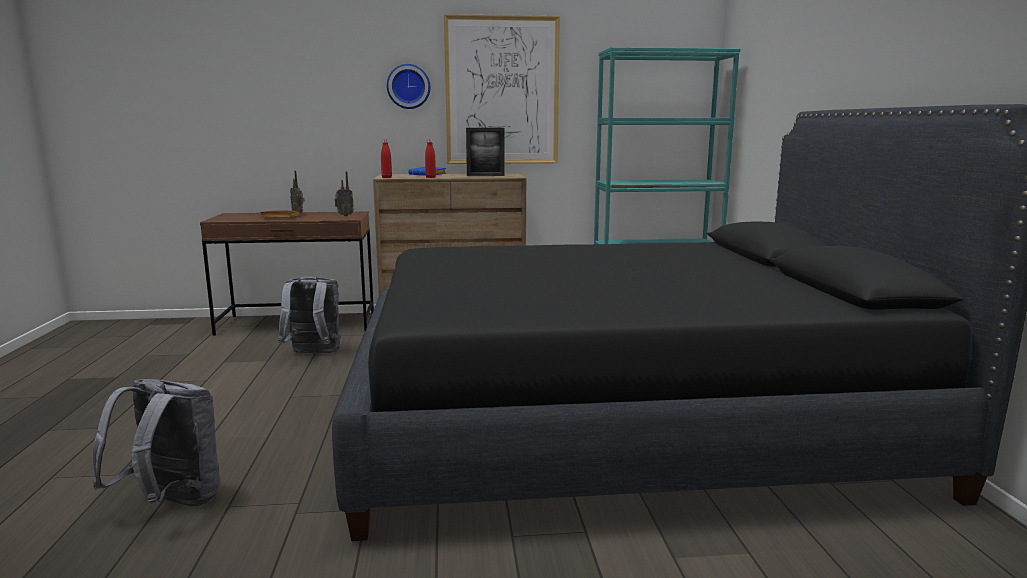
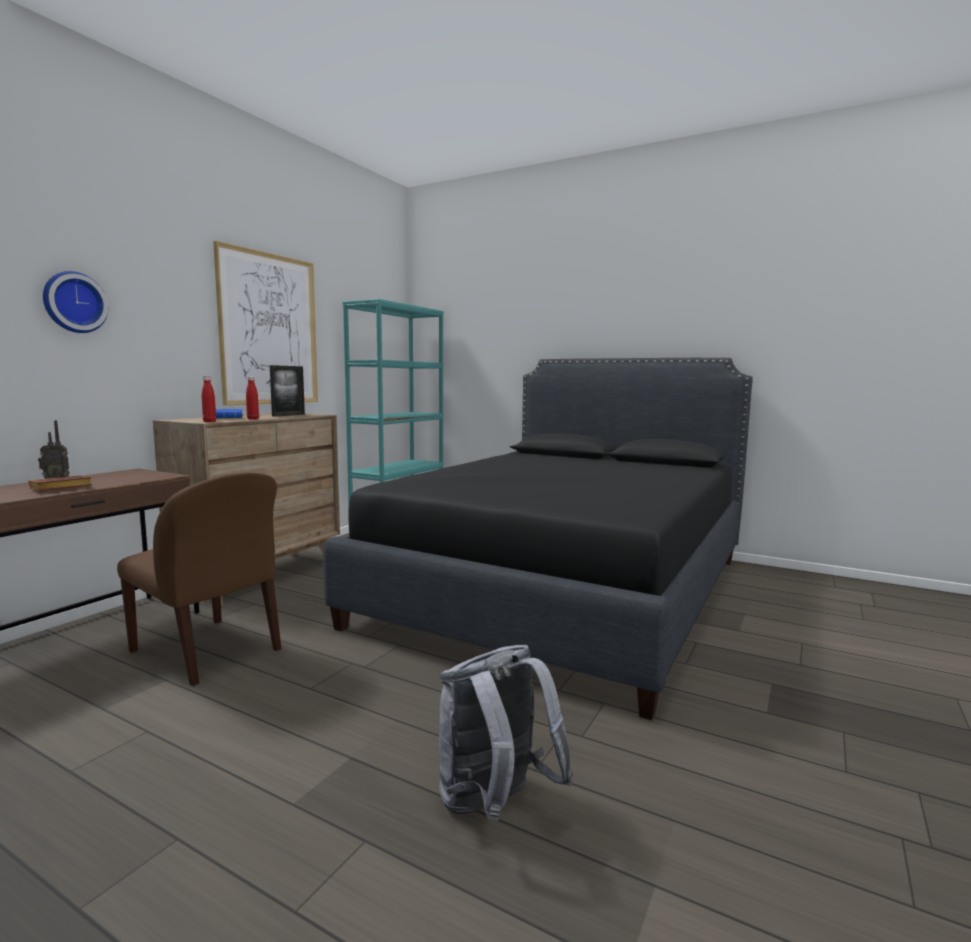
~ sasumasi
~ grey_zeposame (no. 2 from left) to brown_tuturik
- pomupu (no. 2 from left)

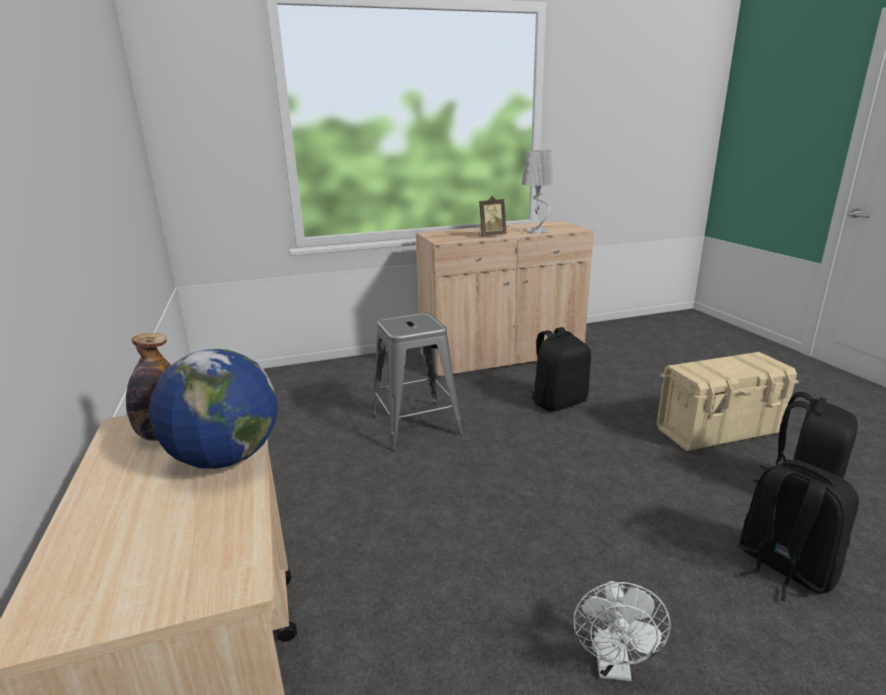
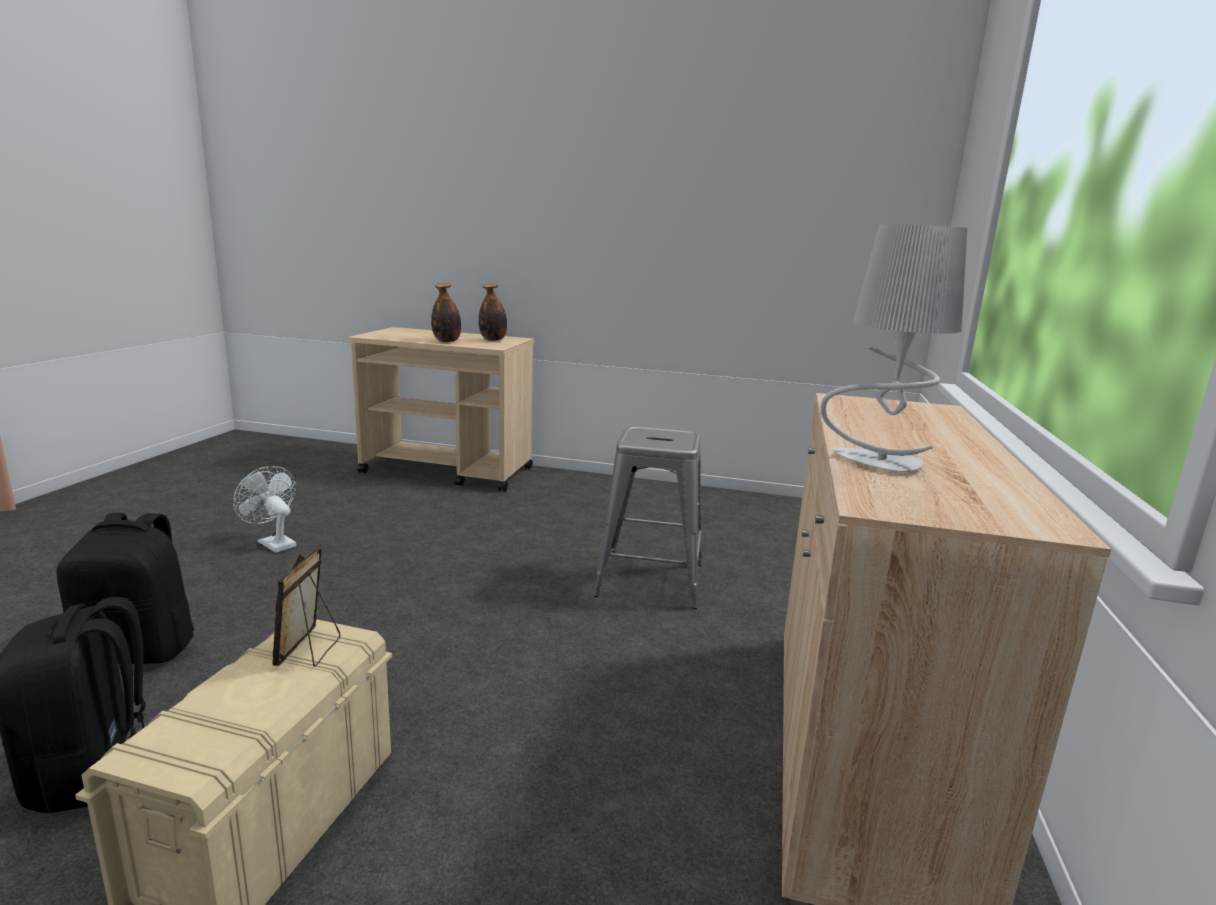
~ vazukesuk
~ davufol to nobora (no. 1 from left)
- black_zeposame (no. 1 from left)

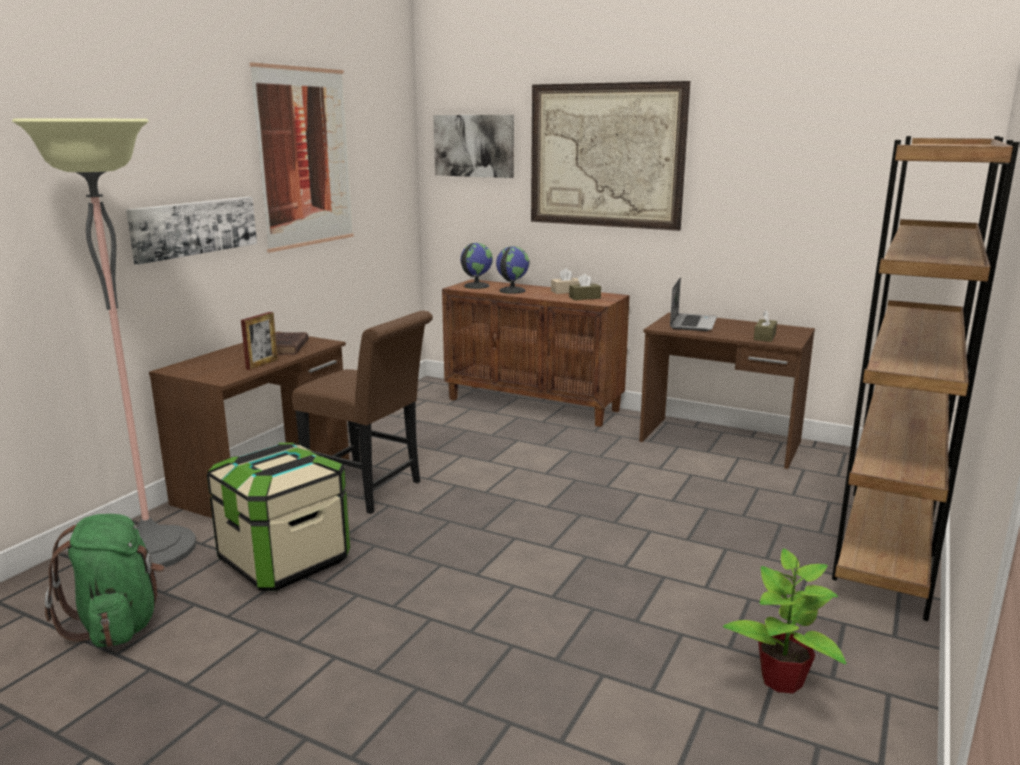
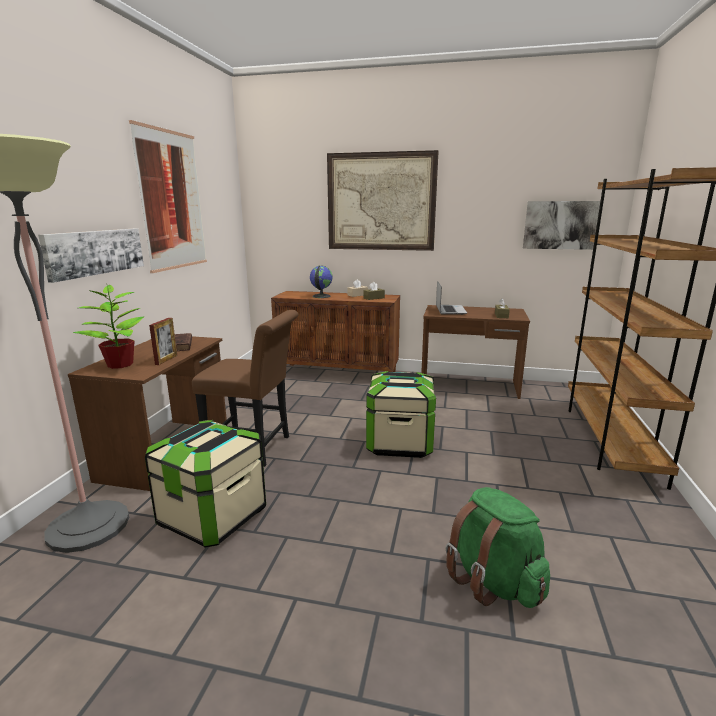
~ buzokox
+ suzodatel (no. 2 from left)
~ green_zeposame
~ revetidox (no. 3 from left in the first image) to revetidox (no. 4 from left)
- davufol (no. 1 from left)

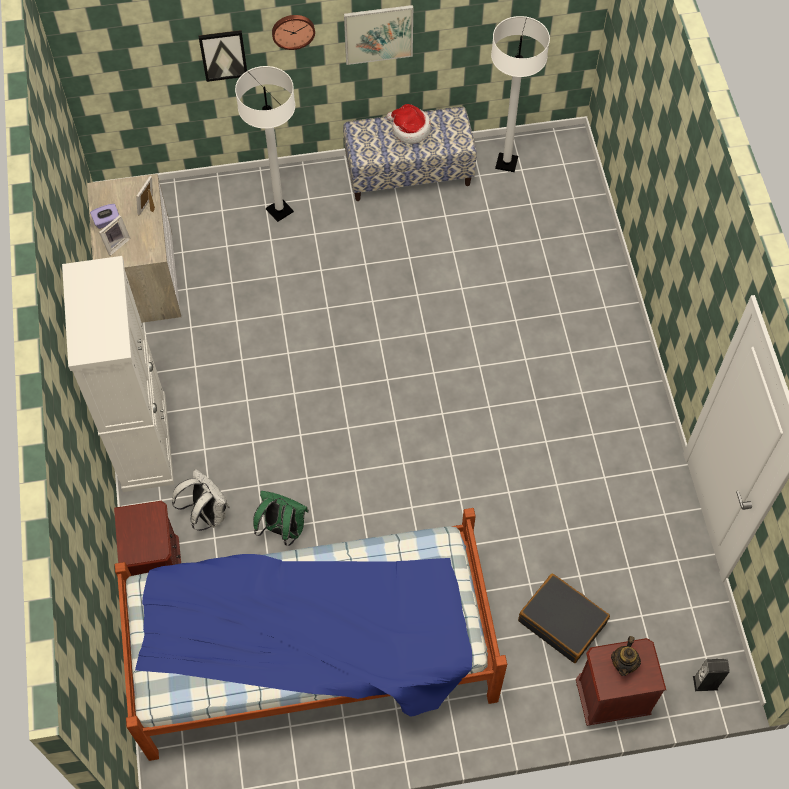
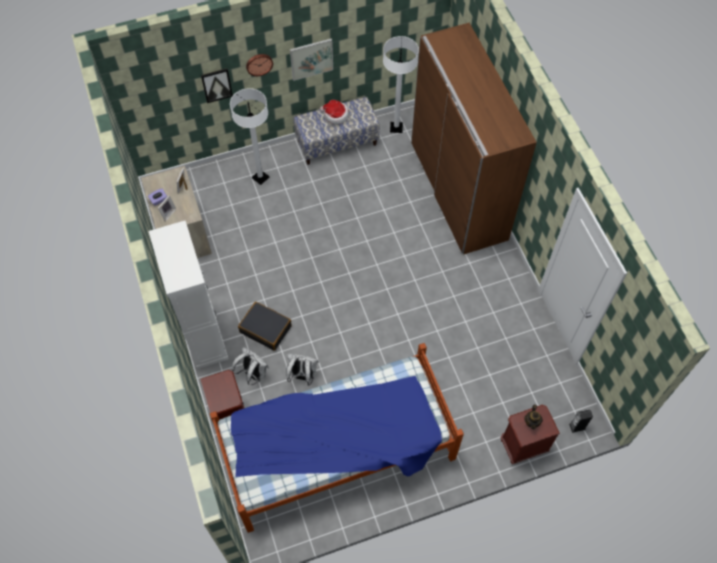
~ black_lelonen
~ green_zeposame to white_zeposame (no. 2 from left)
+ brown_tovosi

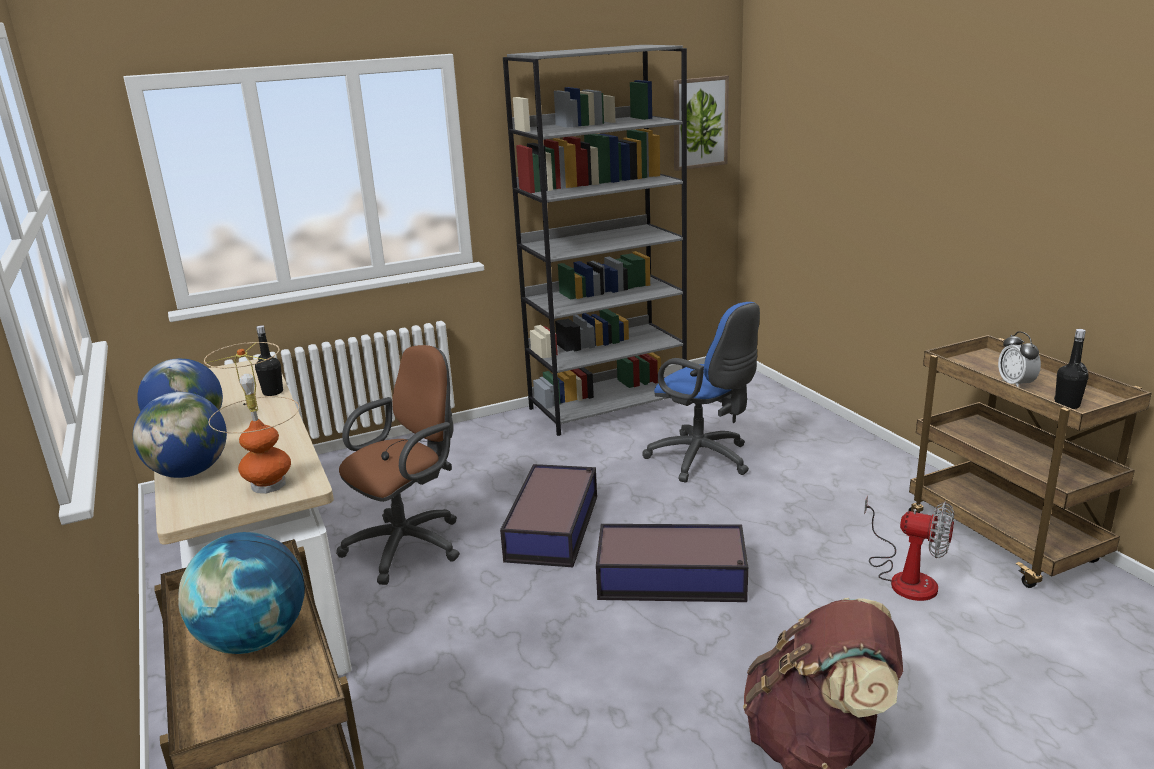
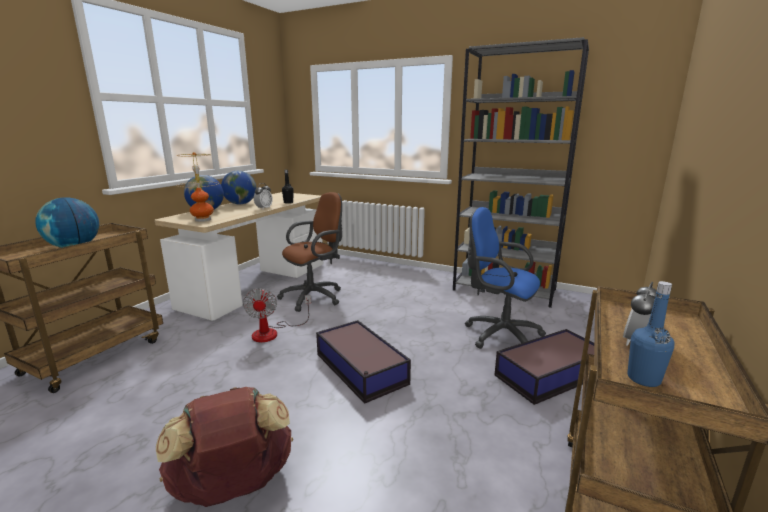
~ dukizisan
+ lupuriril (no. 1 from left)
~ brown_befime 45 degrees counterclockwise
~ blue_befime 120 degrees clockwise
~ suzodatel (no. 1 from left in the first image) to suzodatel (no. 2 from left)
~ black_nobora (no. 2 from left) to blue_nobora
- revetidox

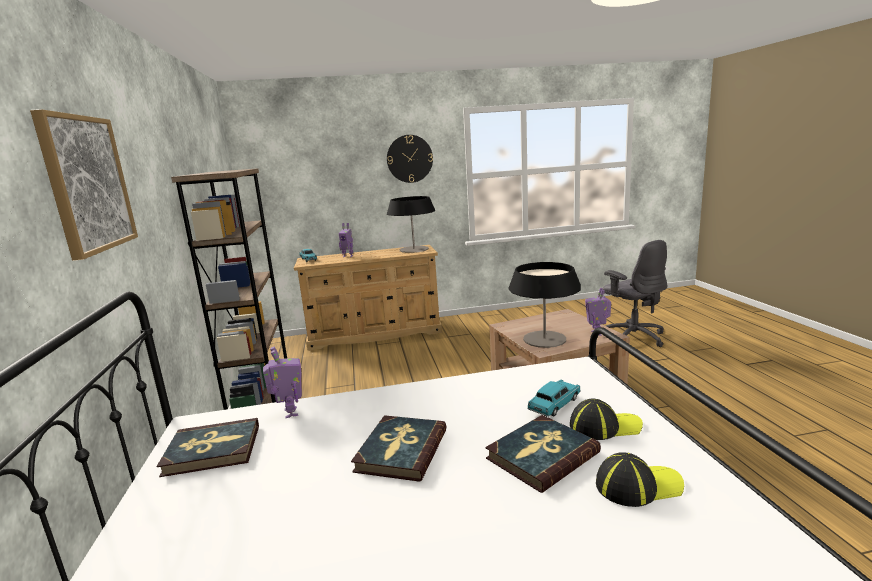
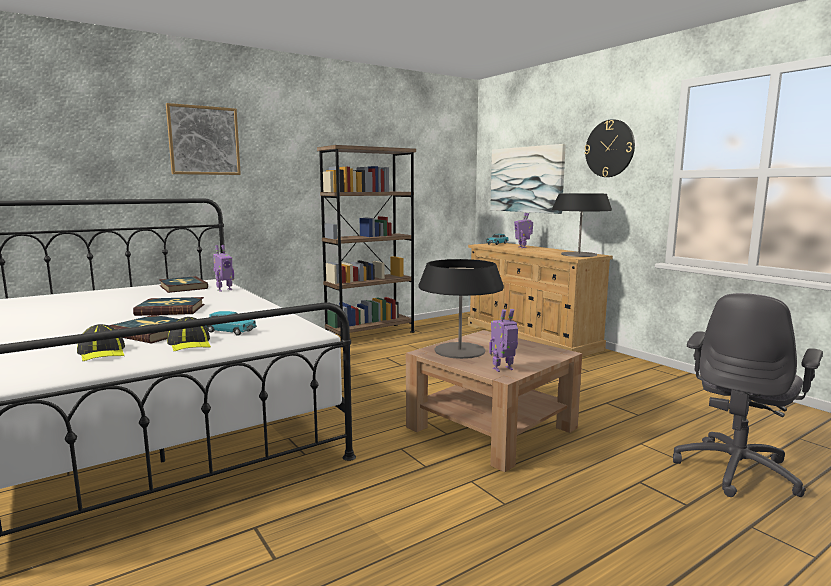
+ revetidox (no. 2 from left)

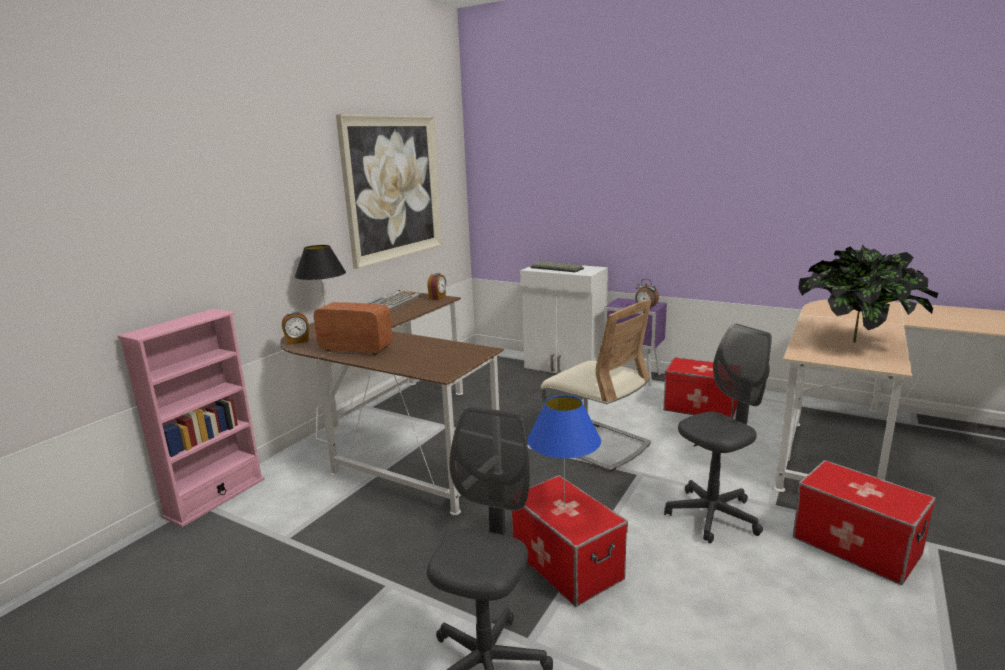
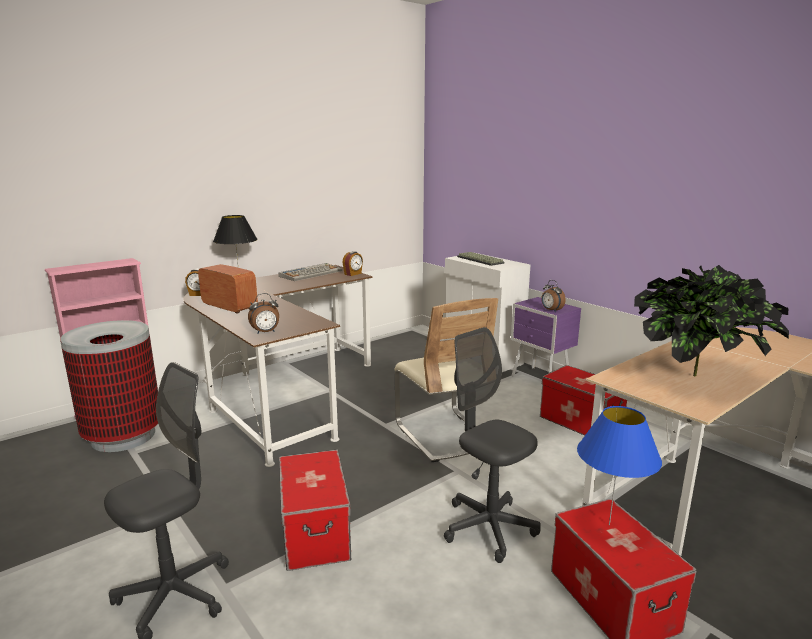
+ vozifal
+ lupuriril (no. 2 from left)
~ grey_befime (no. 2 from left) 120 degrees counterclockwise
~ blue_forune
- revetidox

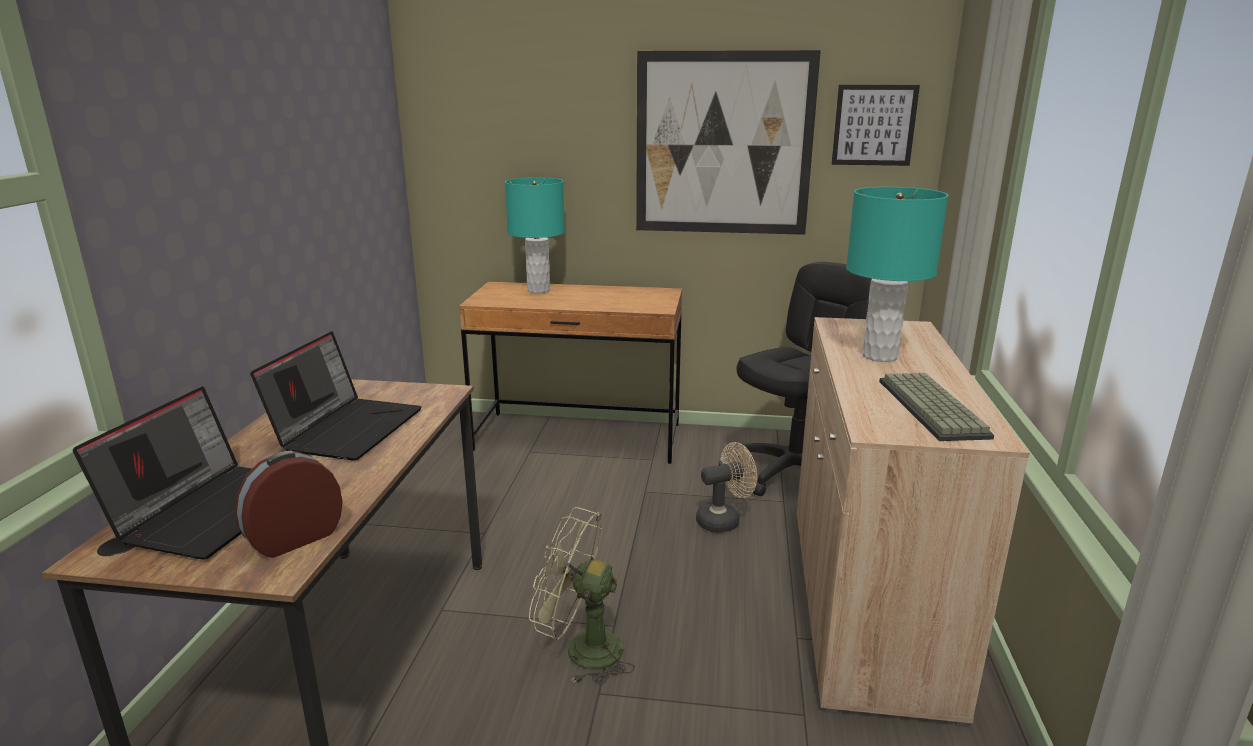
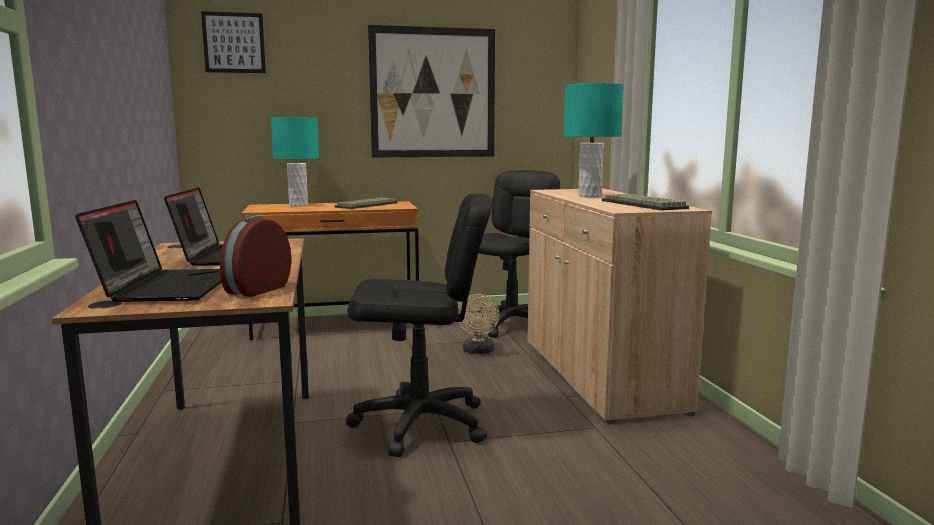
~ revetidox (no. 2 from left in the first image) to revetidox (no. 1 from left)
+ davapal (no. 1 from left)
~ green_dukizisan to black_befime (no. 1 from left)
~ beige_dukizisan 135 degrees clockwise

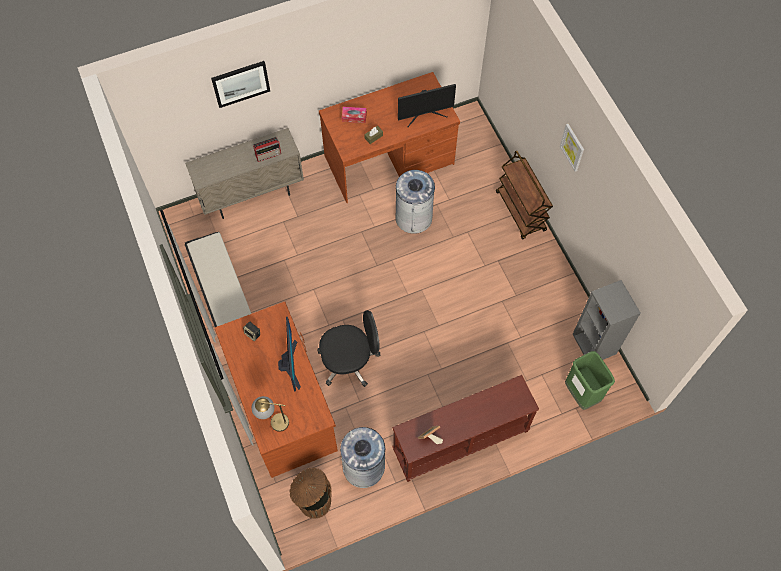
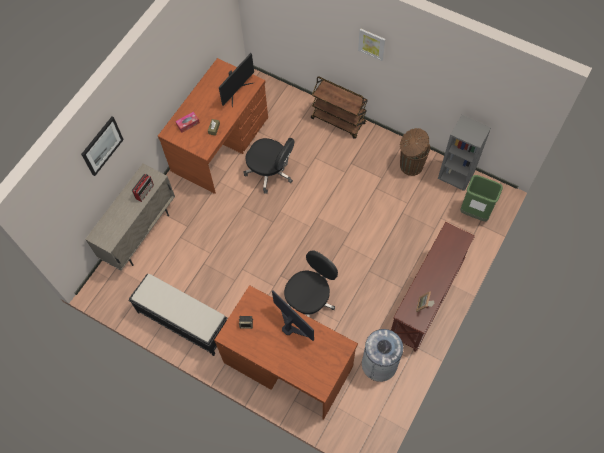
~ grey_vozifal (no. 2 from left) to black_befime (no. 1 from left)
~ brown_vozifal
- forune

